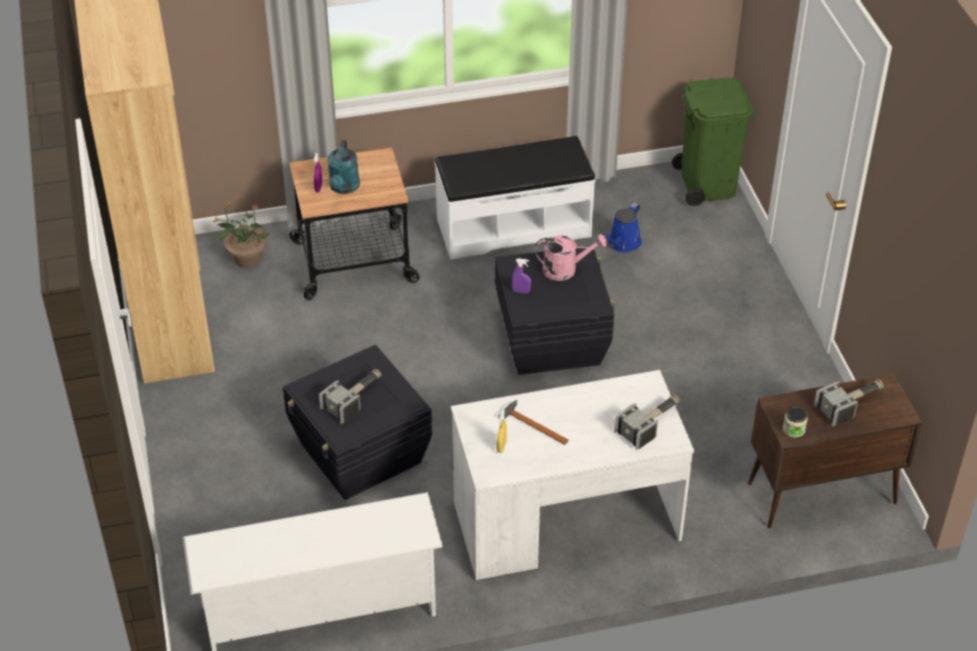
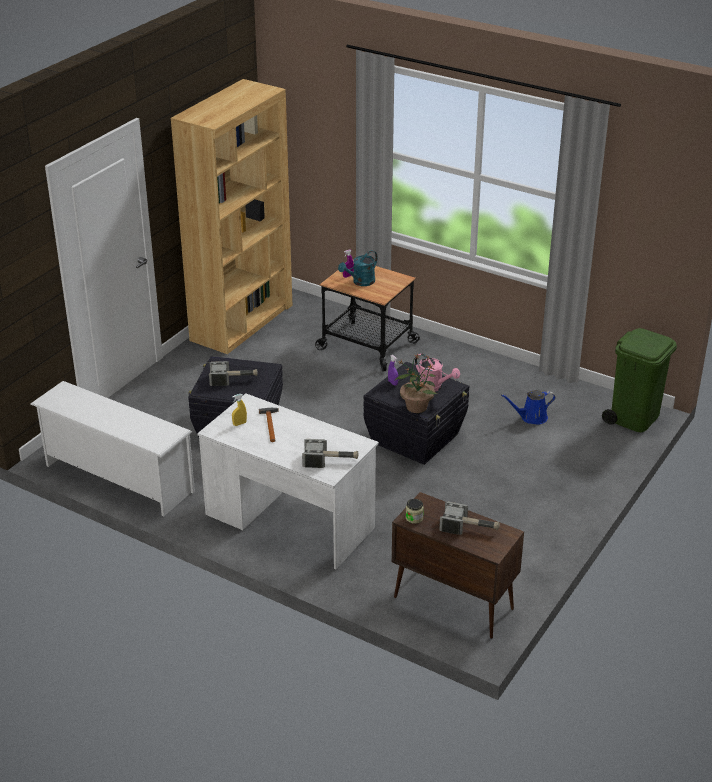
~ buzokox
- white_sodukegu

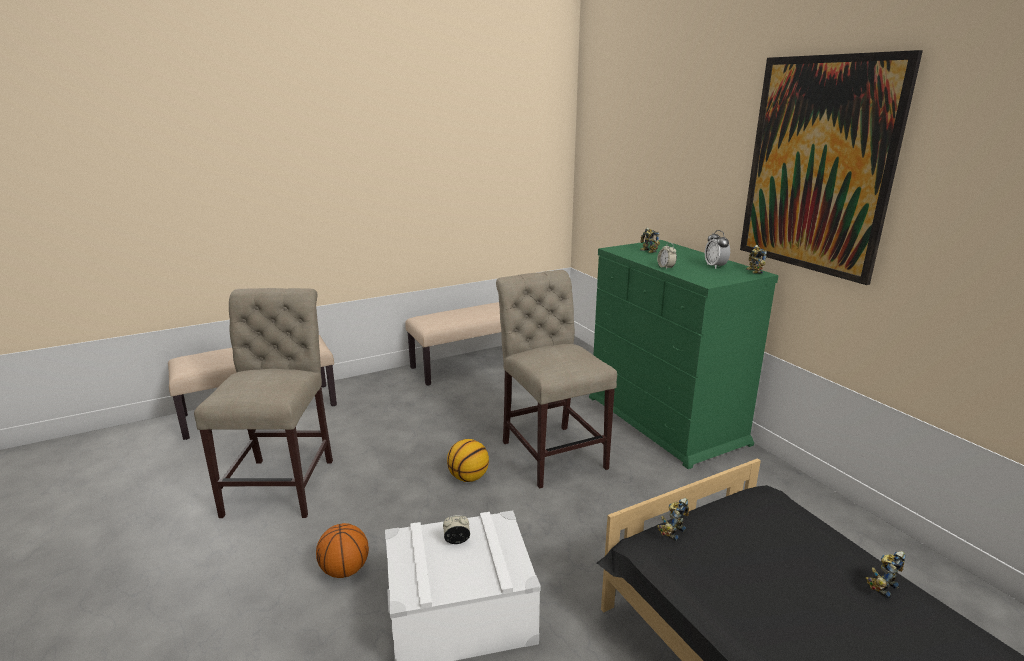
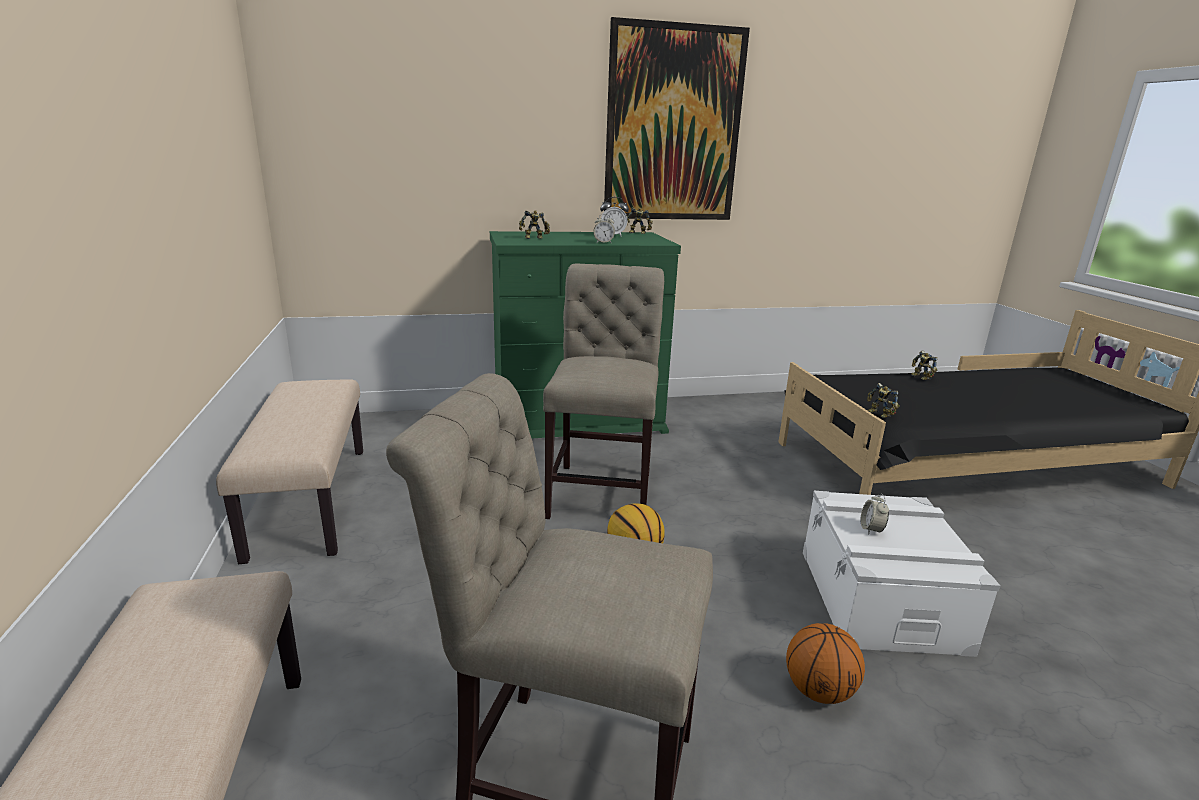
~ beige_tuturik (no. 2 from left) 105 degrees clockwise

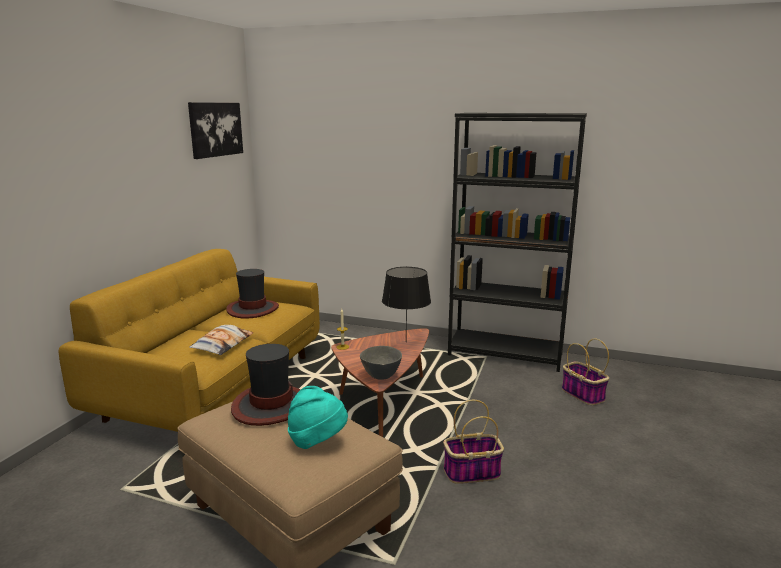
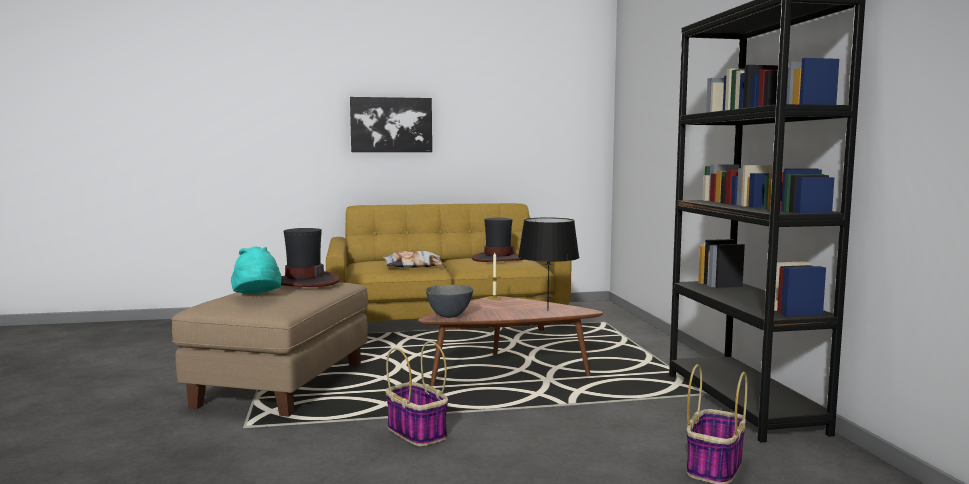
~ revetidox

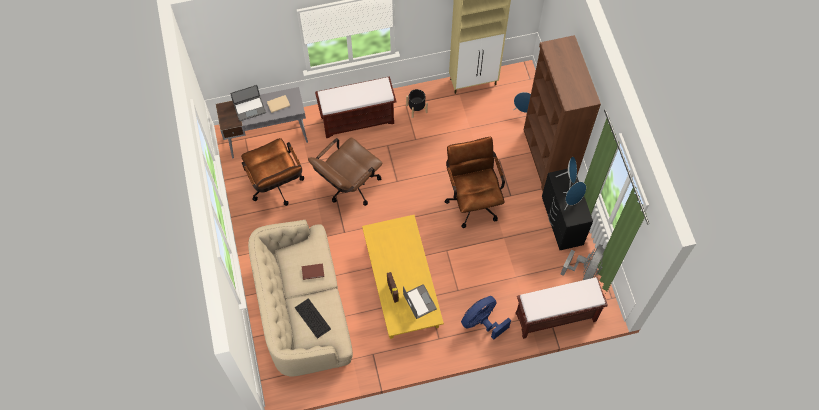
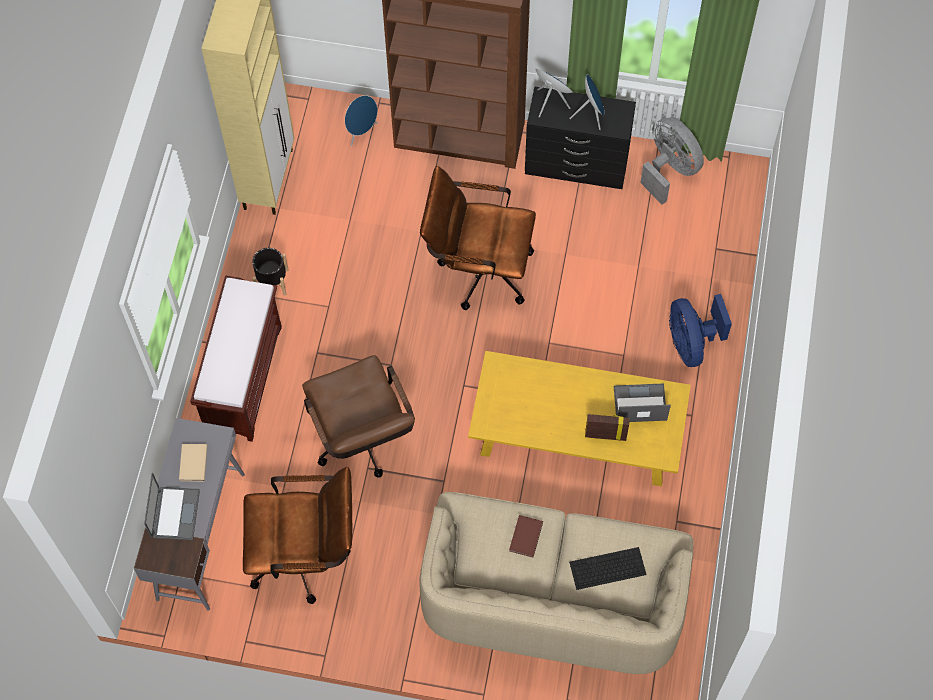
- brown_sodukegu (no. 2 from left)

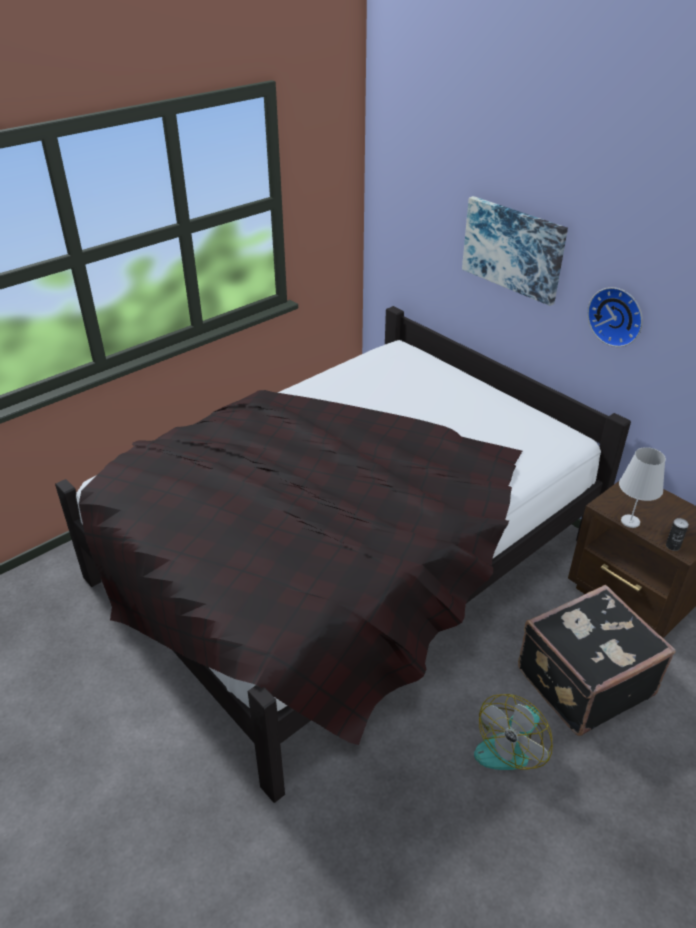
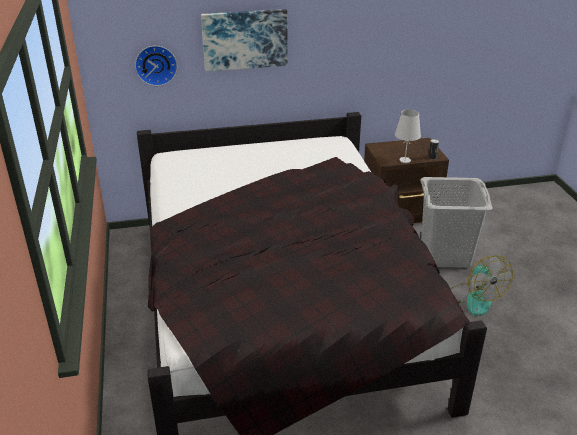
~ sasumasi
~ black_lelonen to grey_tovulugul

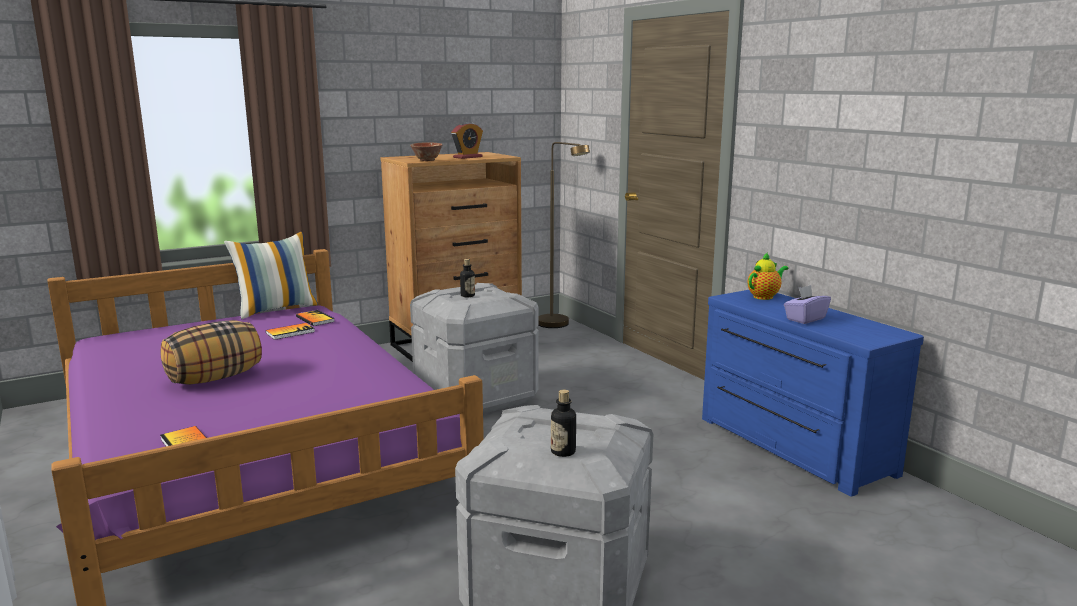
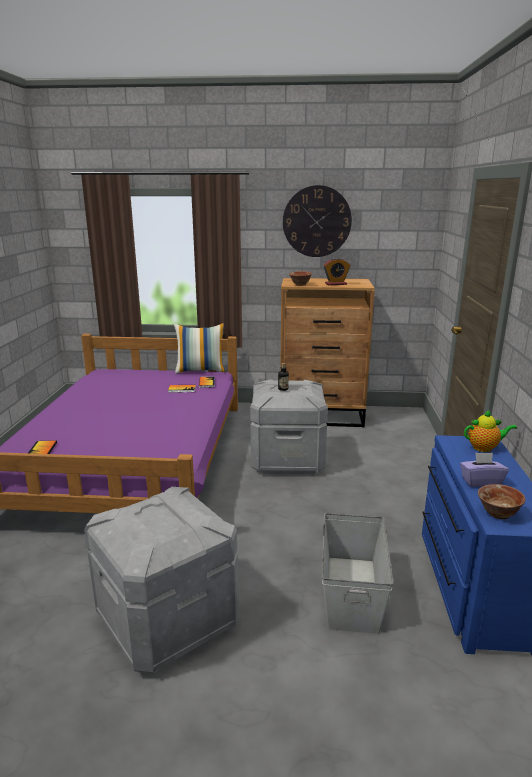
+ sasumasi
+ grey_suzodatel (no. 3 from left)
+ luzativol (no. 2 from left)
- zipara (no. 1 from left)
- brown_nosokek
- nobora (no. 2 from left)

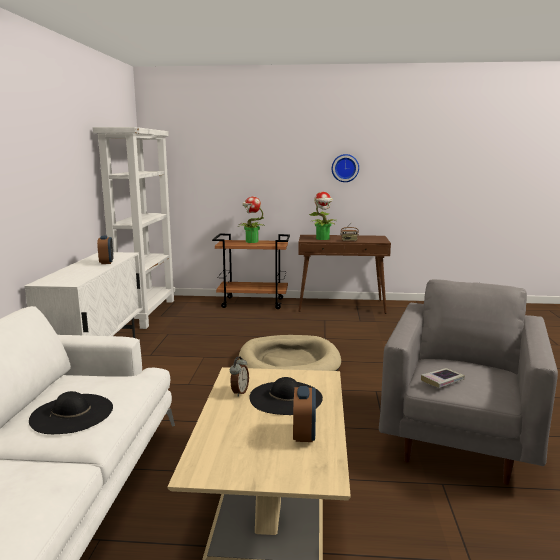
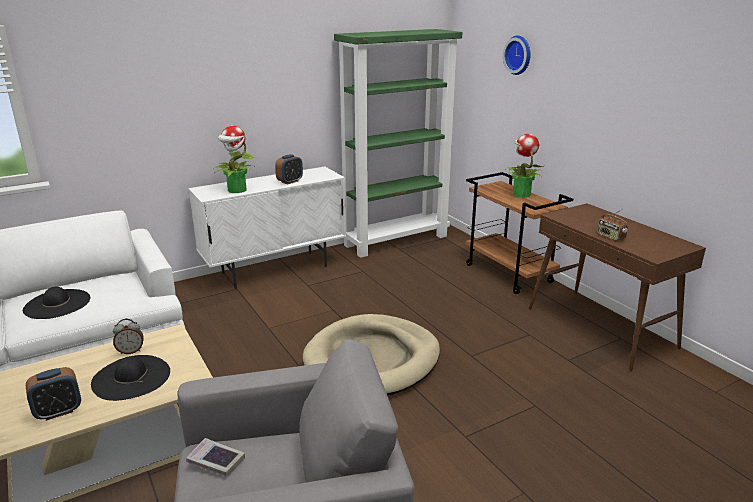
~ buzokox (no. 2 from left in the first image) to buzokox (no. 1 from left)
~ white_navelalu to green_navelalu
~ sasumasi

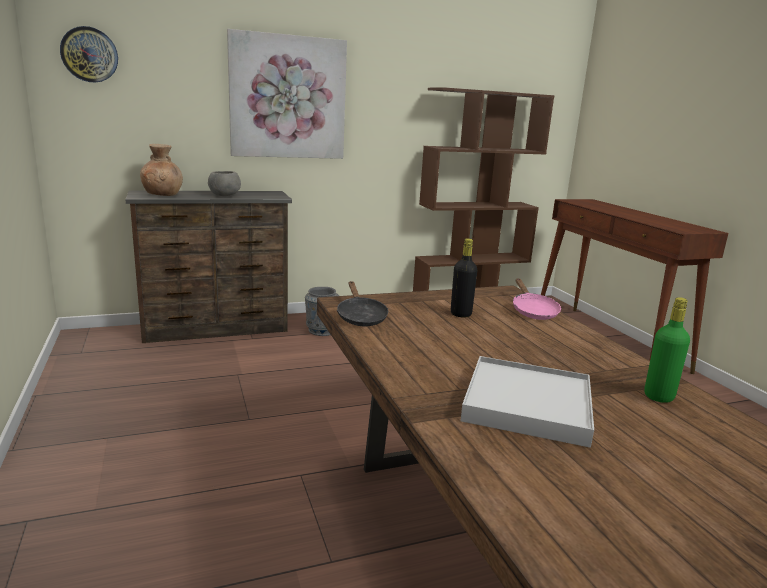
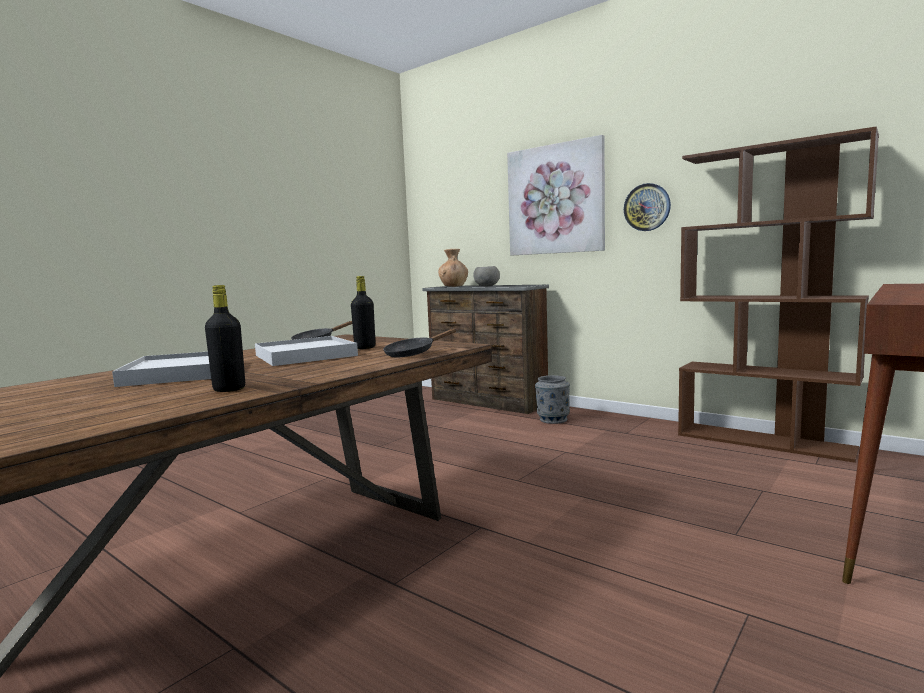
~ green_nobora to black_nobora (no. 1 from left)
+ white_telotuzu (no. 2 from left)
~ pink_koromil to black_koromil (no. 2 from left)
~ sasumasi

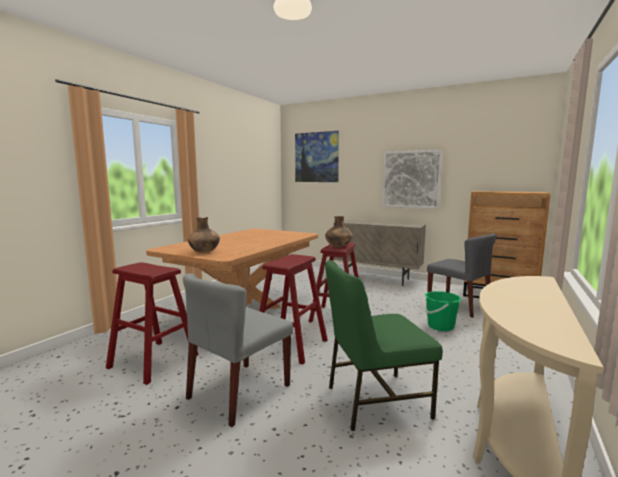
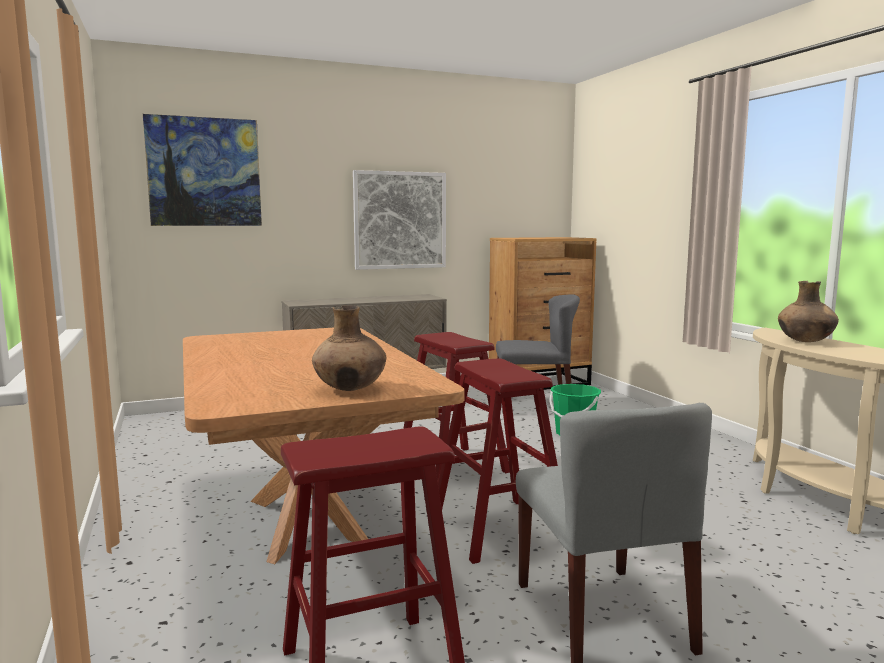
~ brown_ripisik (no. 2 from left)
- green_tuturik

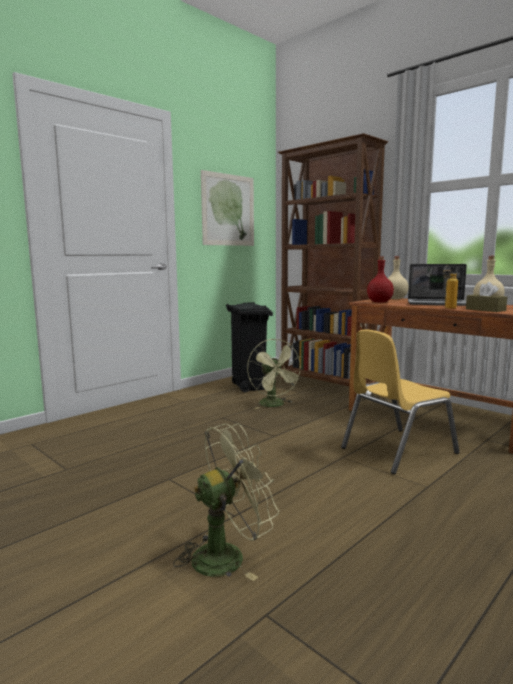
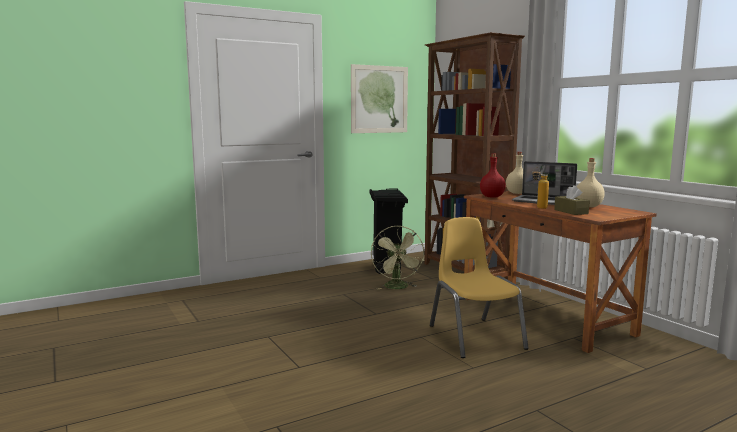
~ yellow_tuturik 90 degrees clockwise
- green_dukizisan (no. 1 from left)

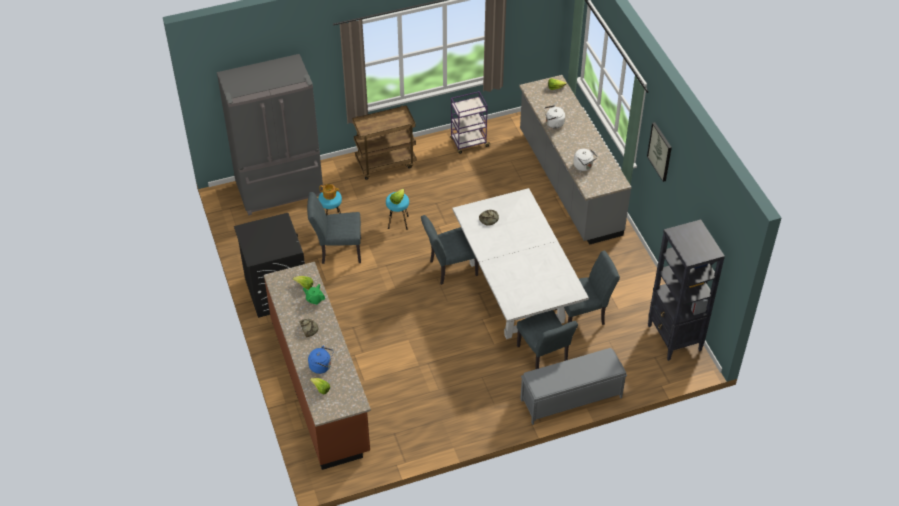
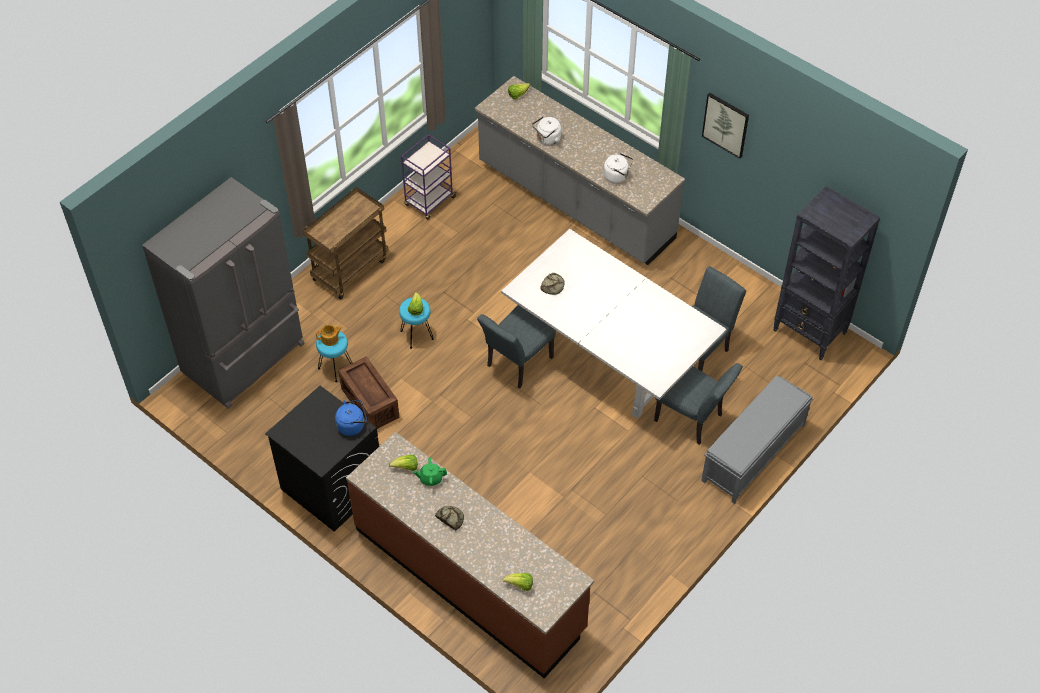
~ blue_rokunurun
~ grey_tuturik (no. 1 from left) to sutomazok

